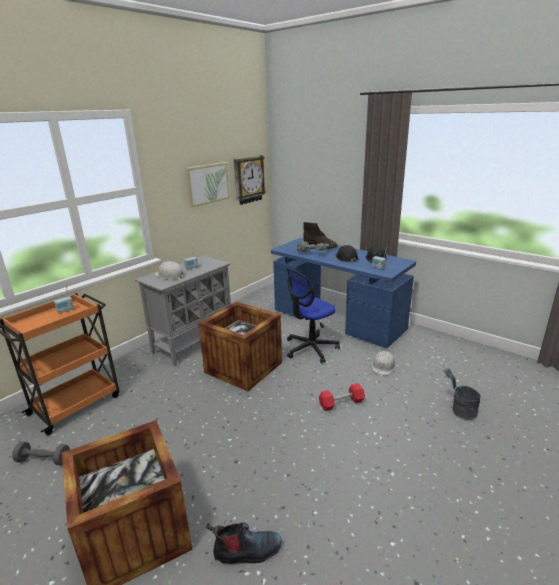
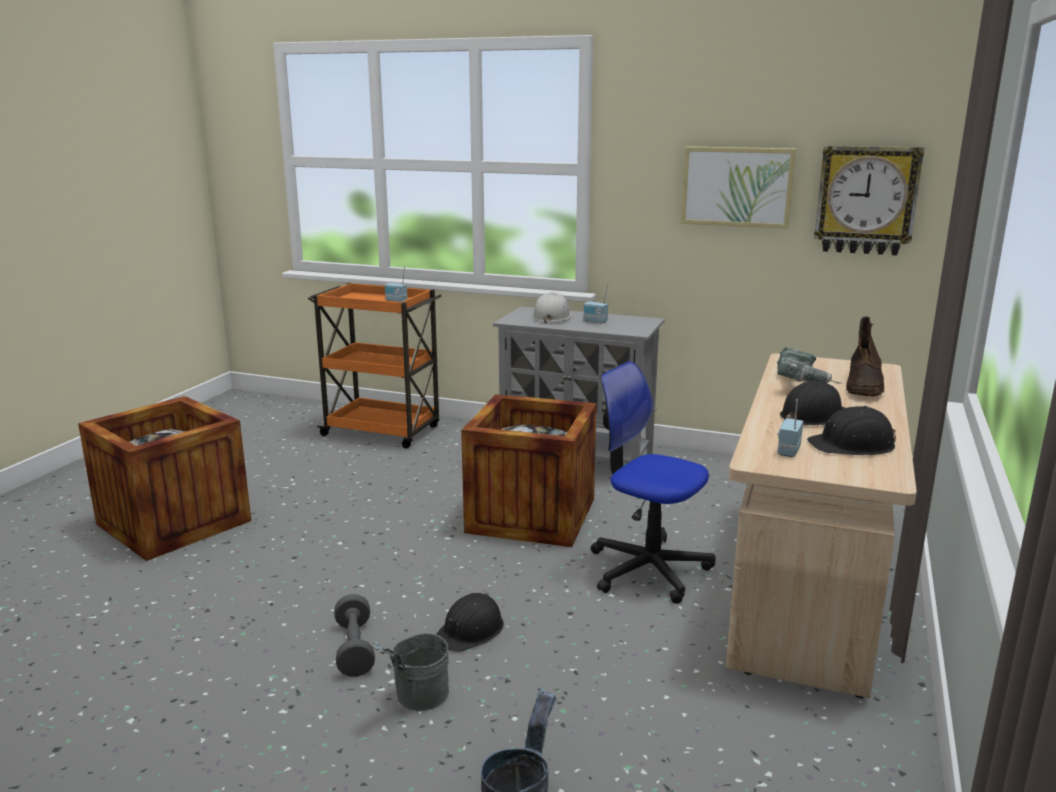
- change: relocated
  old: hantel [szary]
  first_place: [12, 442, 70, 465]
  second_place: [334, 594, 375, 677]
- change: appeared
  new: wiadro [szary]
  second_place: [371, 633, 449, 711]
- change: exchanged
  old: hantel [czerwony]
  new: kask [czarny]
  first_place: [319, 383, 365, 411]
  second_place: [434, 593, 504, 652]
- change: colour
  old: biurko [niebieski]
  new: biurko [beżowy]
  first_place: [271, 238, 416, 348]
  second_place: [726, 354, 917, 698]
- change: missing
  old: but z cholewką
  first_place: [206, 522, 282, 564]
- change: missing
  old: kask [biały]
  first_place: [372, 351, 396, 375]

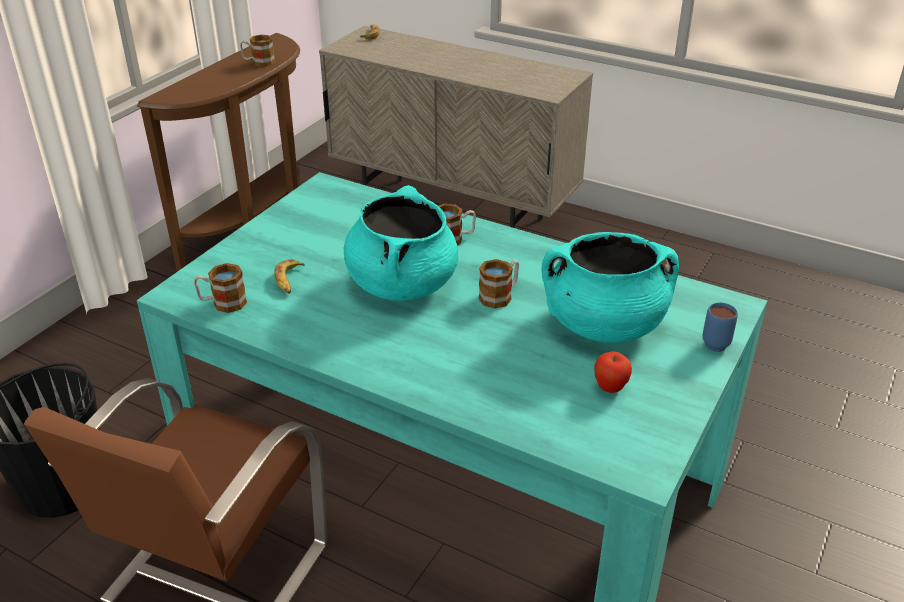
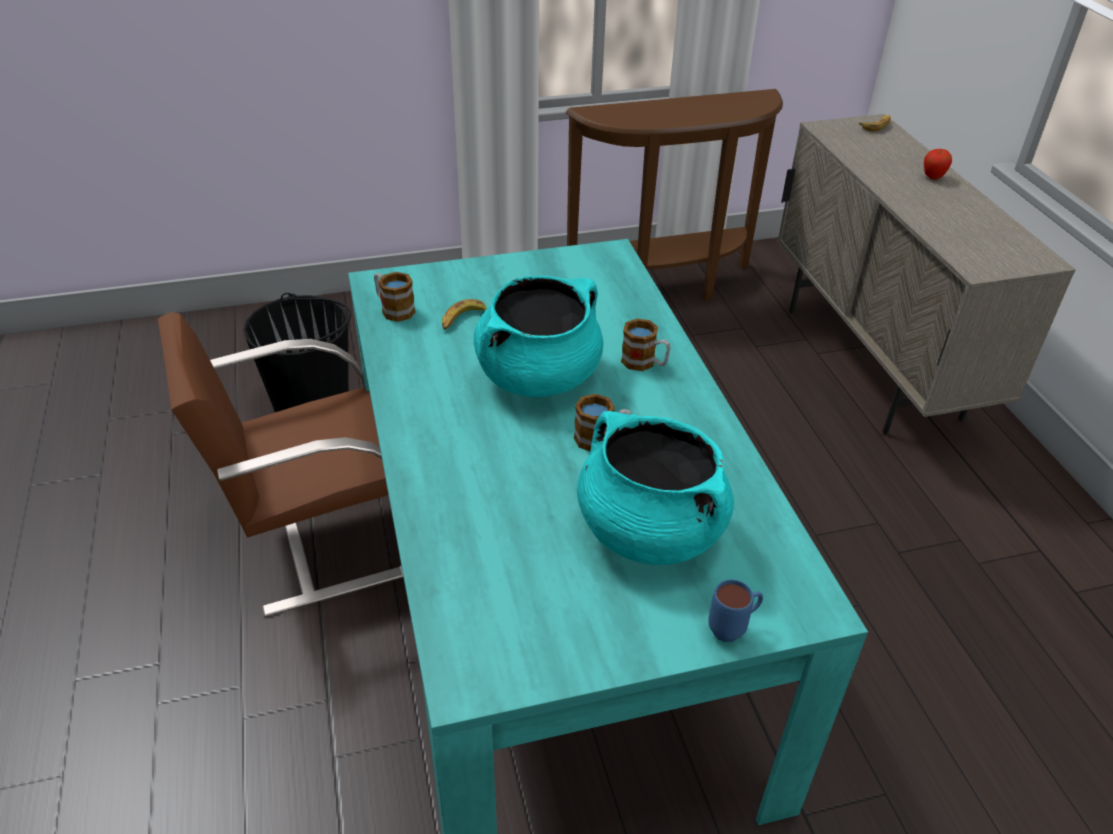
- change: relocated
  old: jabłko
  first_place: [594, 351, 632, 393]
  second_place: [924, 149, 952, 180]
- change: missing
  old: kubek
  first_place: [240, 35, 275, 67]

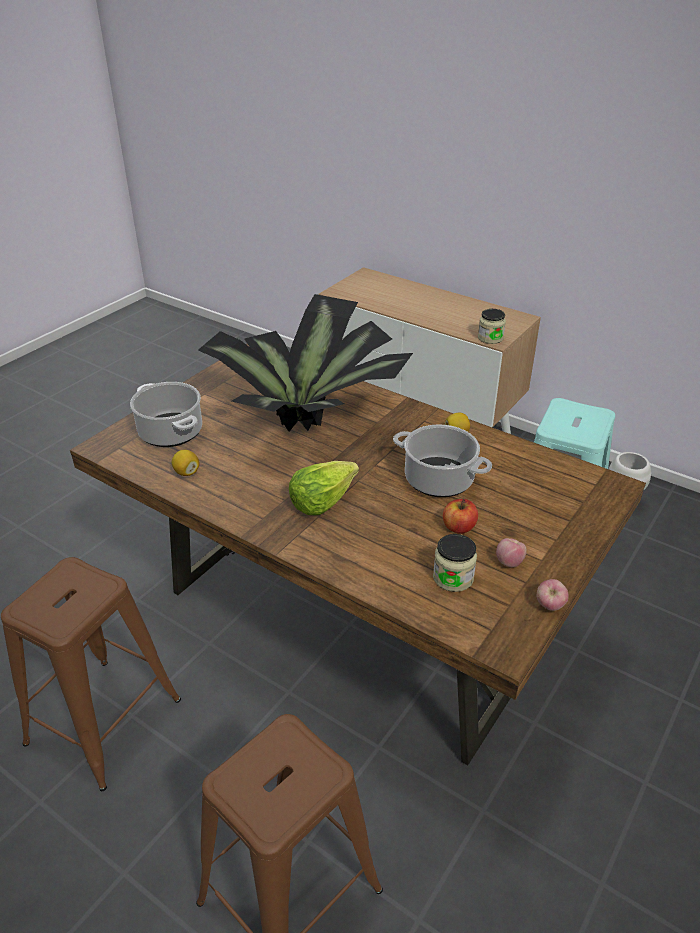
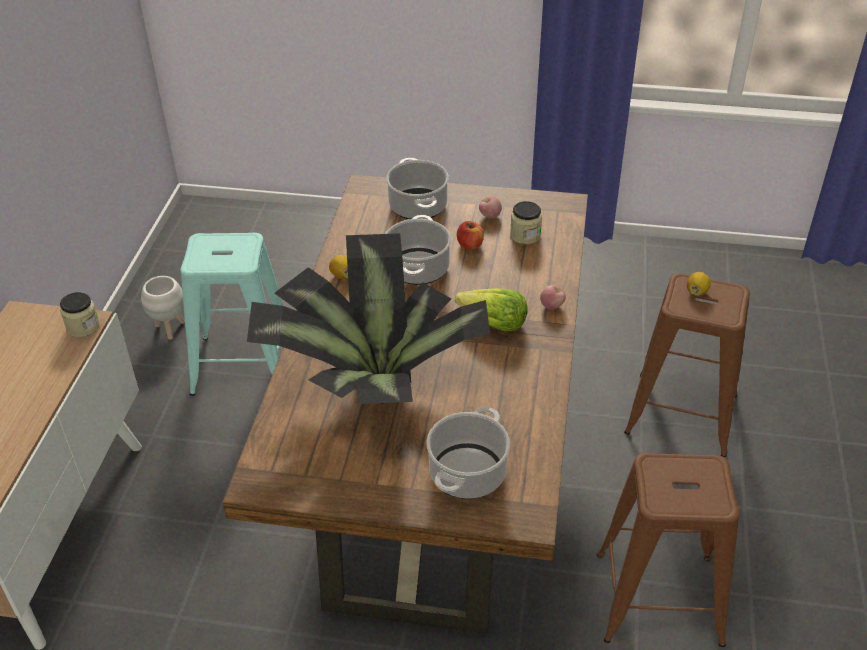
- change: appeared
  new: garnek
  second_place: [386, 158, 449, 219]
- change: relocated
  old: jabłko
  first_place: [537, 579, 569, 611]
  second_place: [540, 285, 566, 309]
- change: relocated
  old: cytryna
  first_place: [172, 450, 199, 476]
  second_place: [687, 272, 711, 296]

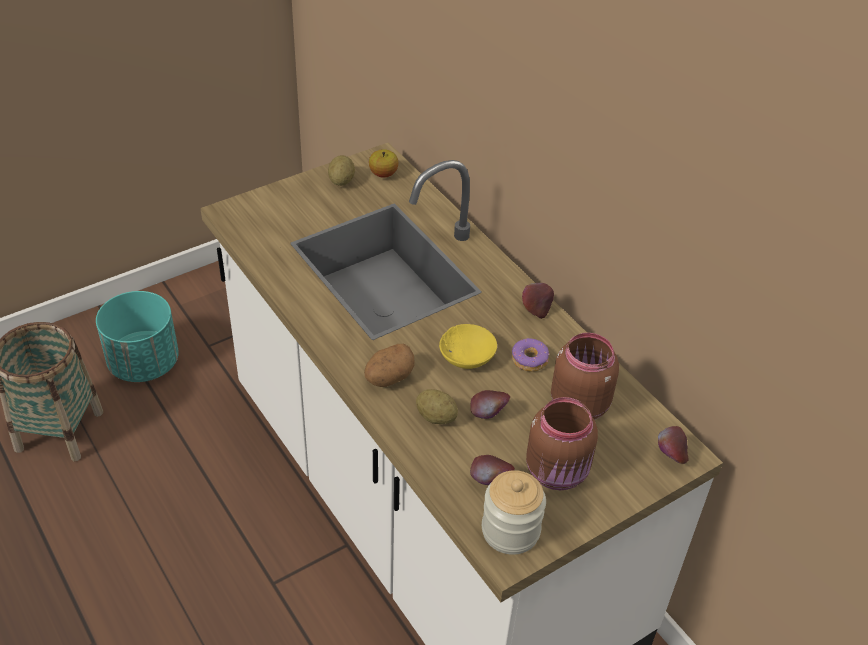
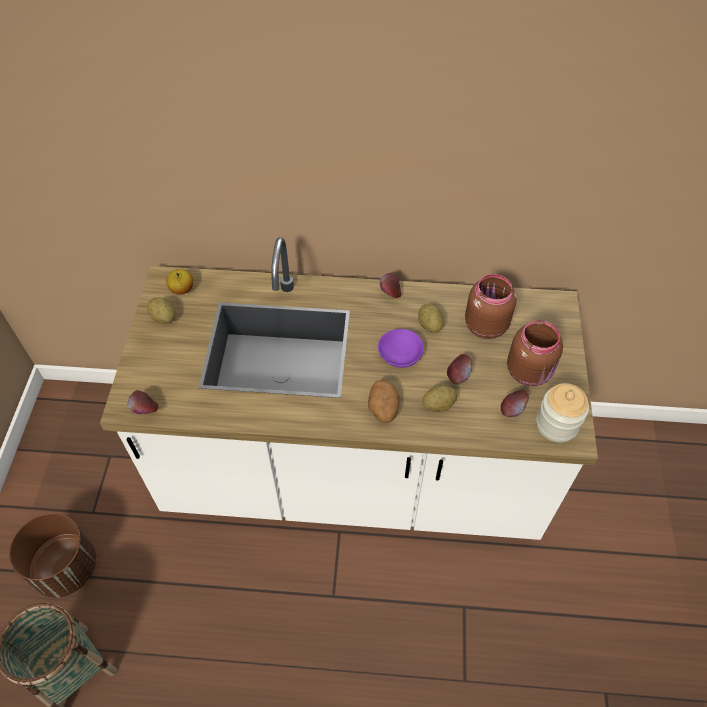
- change: colour
  old: donica [turkusowy]
  new: donica [brązowy]
  first_place: [96, 291, 179, 382]
  second_place: [9, 513, 96, 597]
- change: relocated
  old: jabłko
  first_place: [658, 426, 688, 464]
  second_place: [127, 390, 158, 414]
- change: colour
  old: miska [żółty]
  new: miska [fioletowy]
  first_place: [439, 324, 497, 369]
  second_place: [378, 329, 424, 368]
- change: exchanged
  old: donut
  new: ziemniak
  first_place: [512, 338, 550, 372]
  second_place: [418, 304, 444, 333]

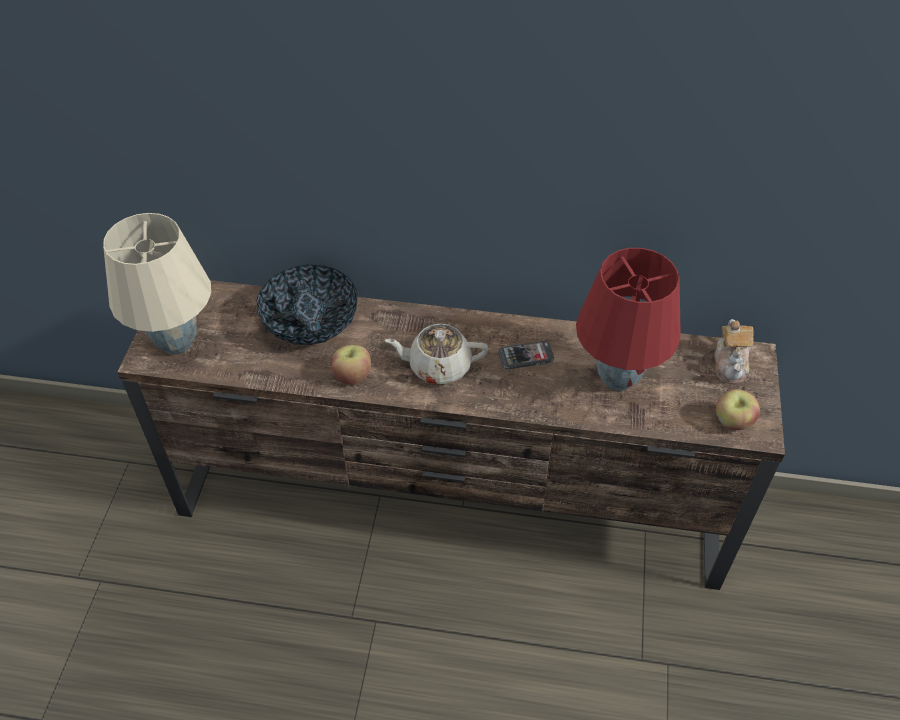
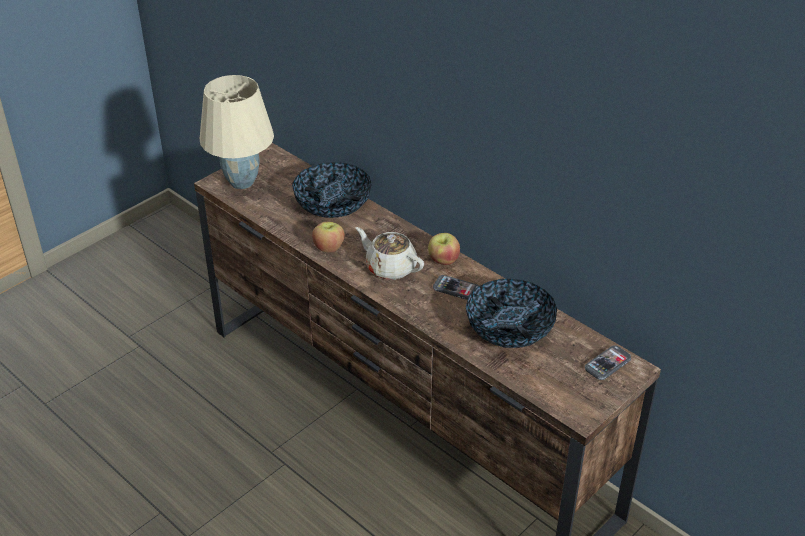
- change: relocated
  old: jabłko
  first_place: [716, 389, 760, 430]
  second_place: [428, 233, 460, 265]
- change: exchanged
  old: lampa stołowa [czerwony]
  new: miska
  first_place: [576, 248, 681, 391]
  second_place: [466, 279, 557, 348]
- change: exchanged
  old: imbryk
  new: telefon
  first_place: [715, 319, 754, 384]
  second_place: [585, 345, 631, 380]

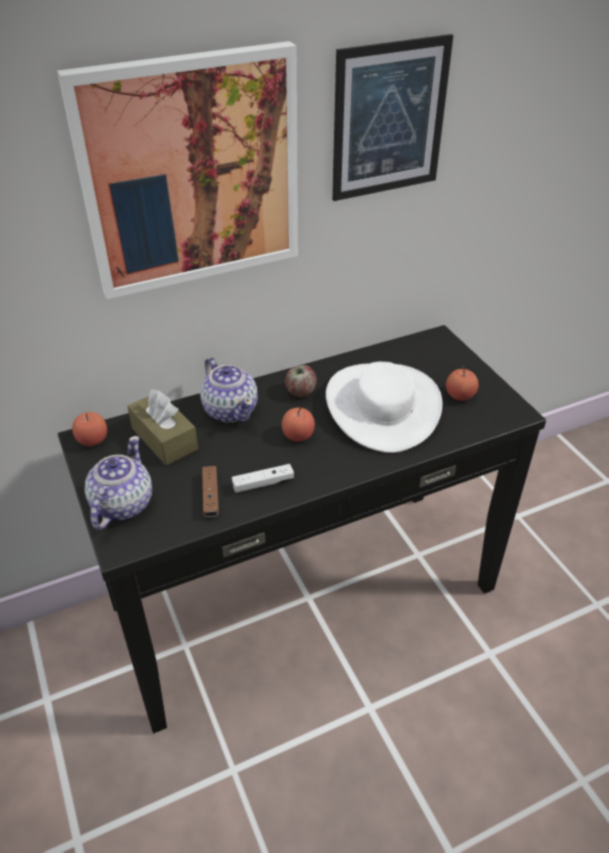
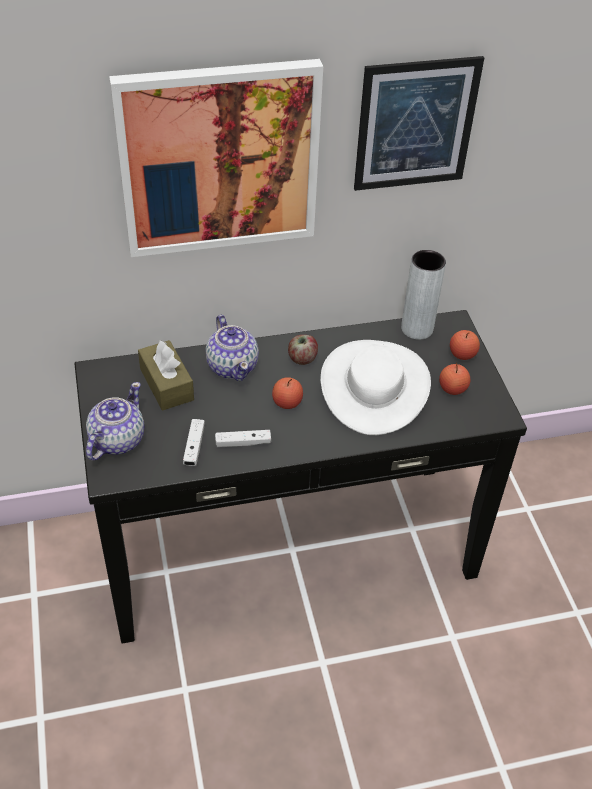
- change: colour
  old: pad do gier [brązowy]
  new: pad do gier [biały]
  first_place: [202, 466, 219, 517]
  second_place: [183, 419, 205, 466]
- change: appeared
  new: wazon [szary]
  second_place: [401, 250, 446, 340]
- change: relocated
  old: jabłko
  first_place: [72, 412, 107, 446]
  second_place: [450, 330, 480, 360]

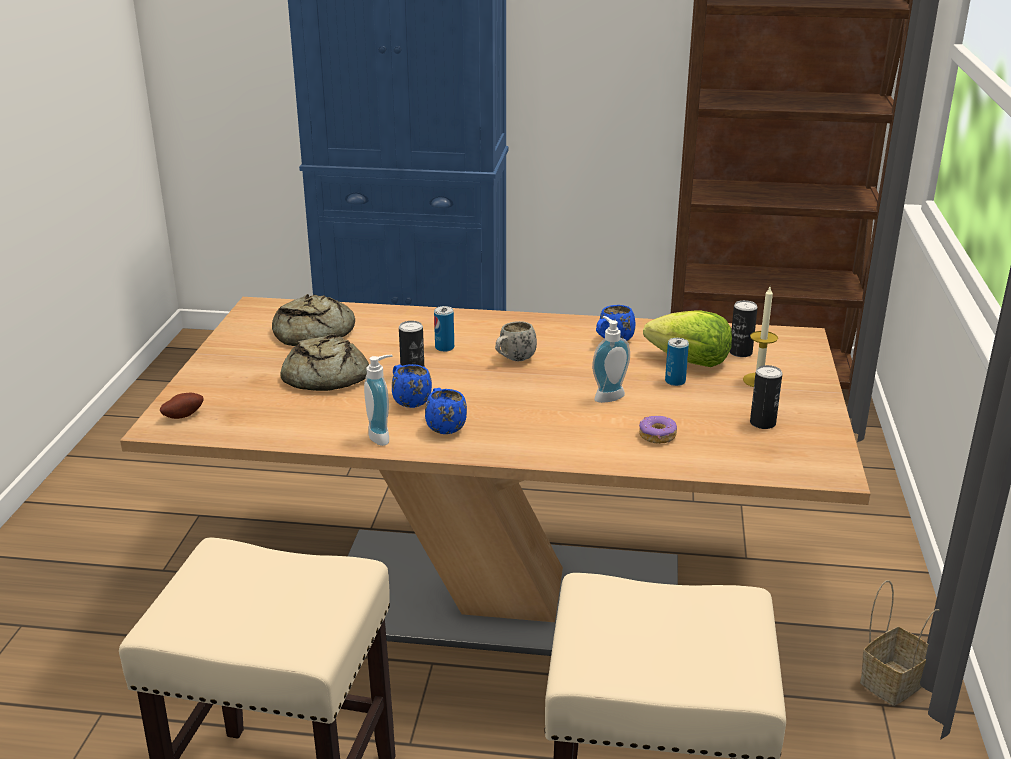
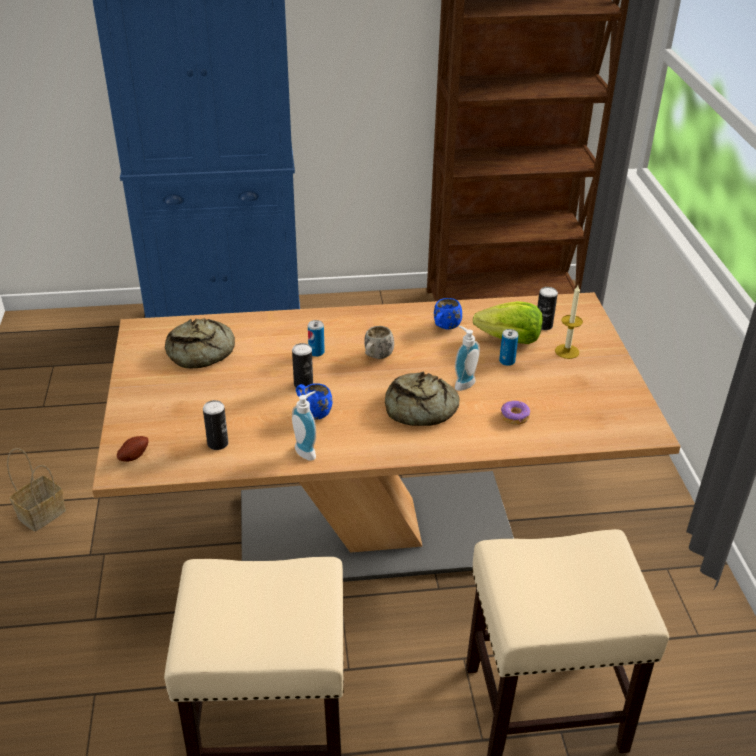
- change: relocated
  old: koszyk
  first_place: [860, 580, 939, 706]
  second_place: [7, 448, 66, 531]
- change: relocated
  old: puszka
  first_place: [750, 365, 782, 429]
  second_place: [203, 400, 228, 450]
- change: relocated
  old: chleb
  first_place: [280, 334, 369, 391]
  second_place: [385, 371, 459, 426]
- change: missing
  old: kubek [niebieski]
  first_place: [425, 388, 467, 434]

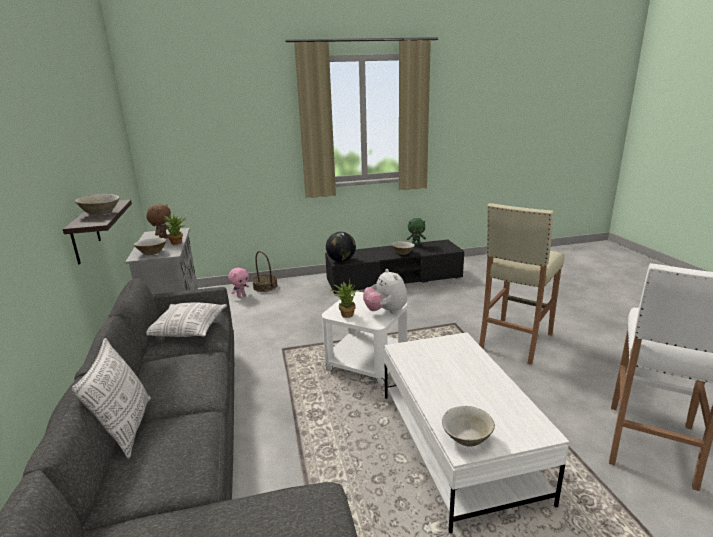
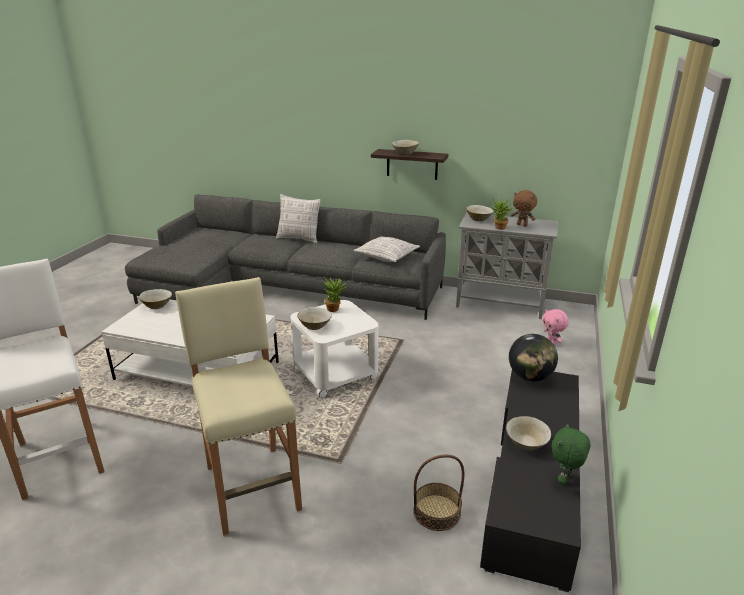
- change: exchanged
  old: pluszak
  new: miska [beżowy]
  first_place: [363, 269, 407, 314]
  second_place: [297, 307, 332, 330]
- change: relocated
  old: koszyk
  first_place: [252, 251, 278, 292]
  second_place: [413, 455, 464, 531]

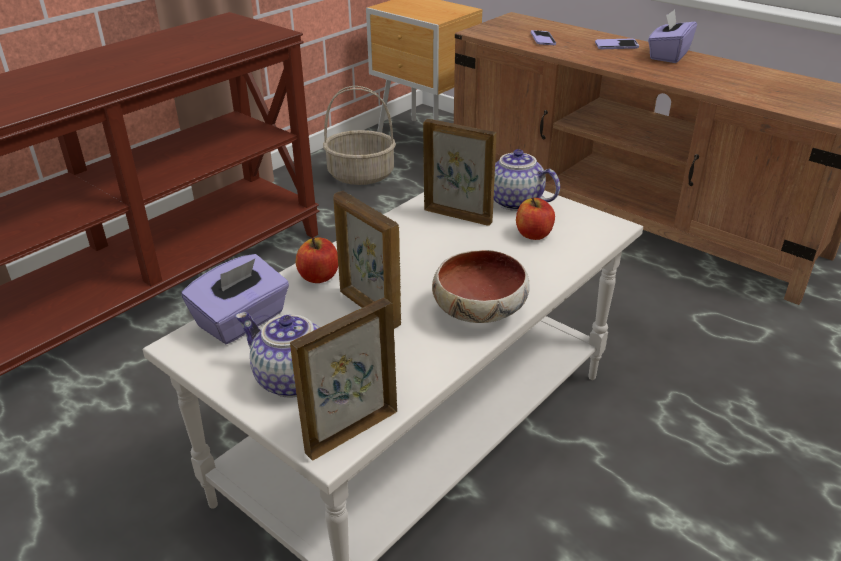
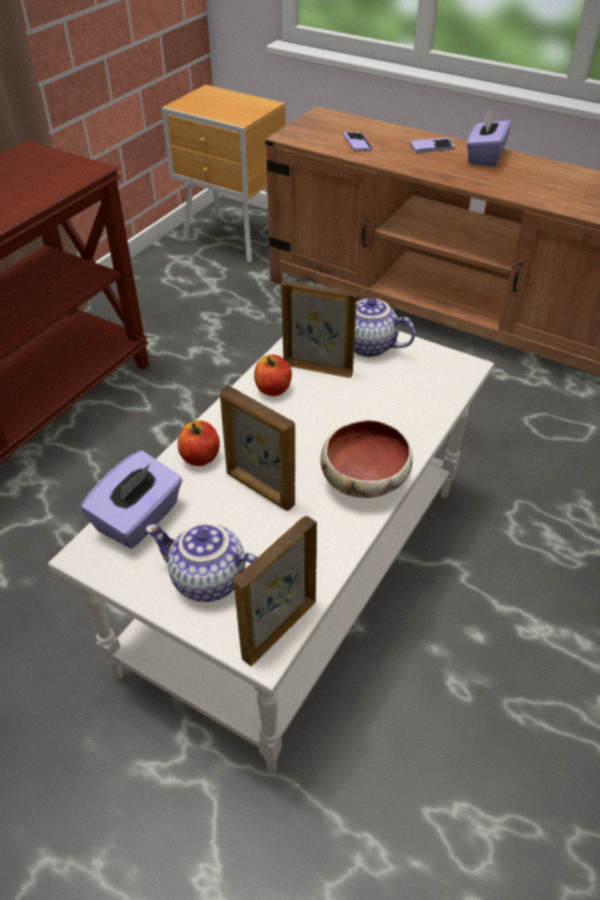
- change: relocated
  old: jabłko
  first_place: [516, 198, 555, 240]
  second_place: [254, 354, 292, 396]
- change: missing
  old: koszyk
  first_place: [323, 86, 396, 185]

